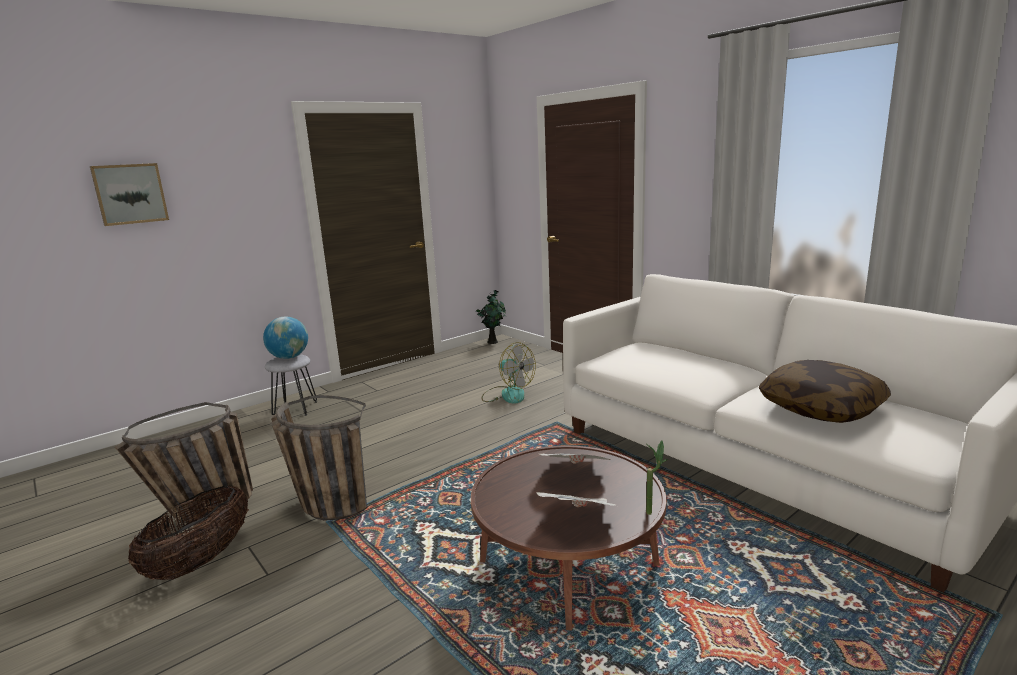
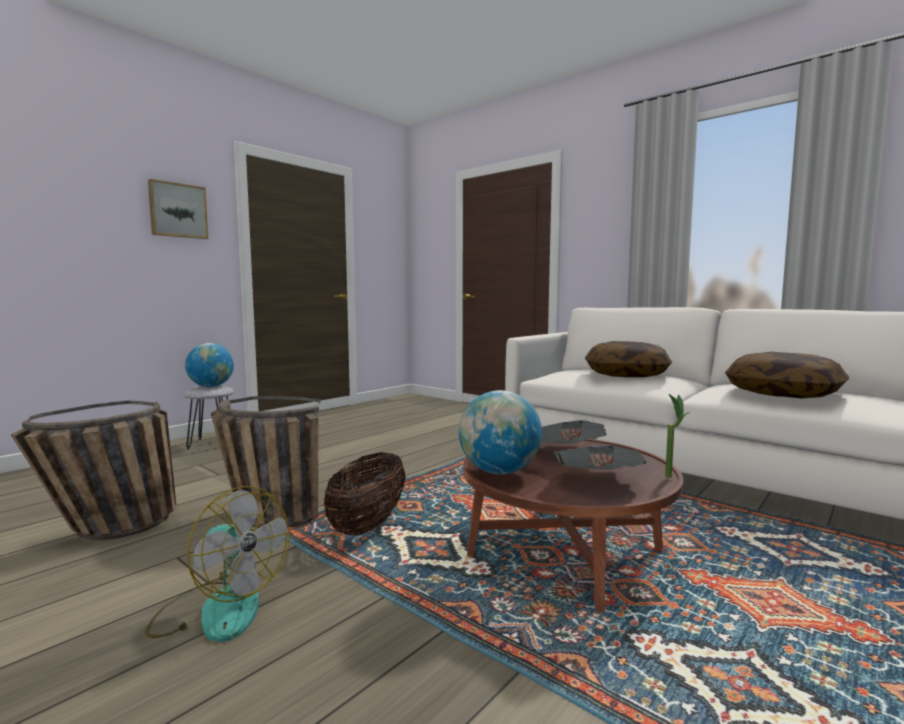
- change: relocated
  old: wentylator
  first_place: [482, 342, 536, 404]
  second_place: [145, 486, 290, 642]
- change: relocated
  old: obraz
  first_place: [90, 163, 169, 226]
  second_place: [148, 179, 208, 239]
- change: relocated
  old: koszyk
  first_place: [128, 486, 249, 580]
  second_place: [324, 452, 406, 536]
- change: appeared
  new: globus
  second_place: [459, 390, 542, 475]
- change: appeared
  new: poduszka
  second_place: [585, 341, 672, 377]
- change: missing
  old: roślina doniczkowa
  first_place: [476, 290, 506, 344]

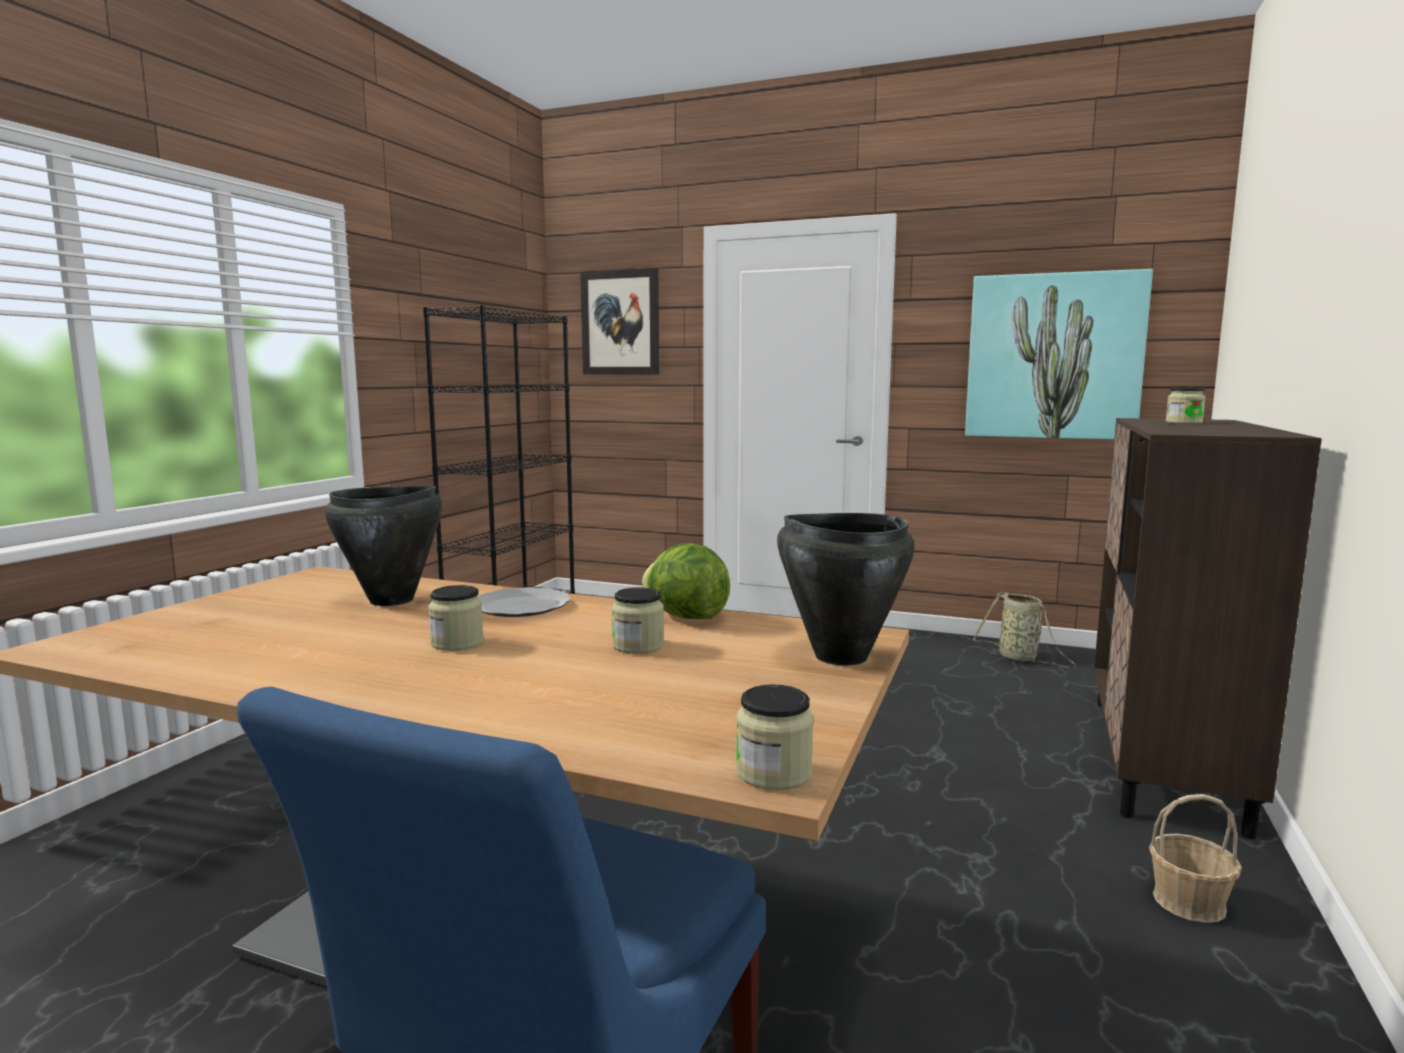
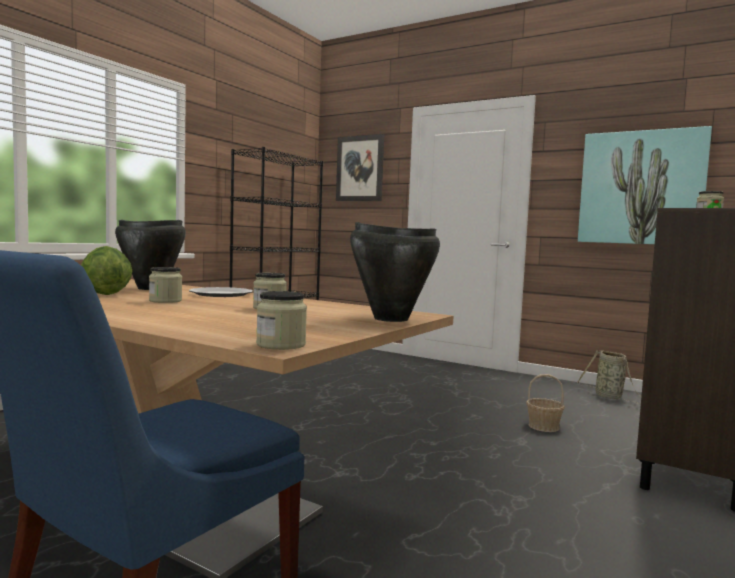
- change: relocated
  old: sałata
  first_place: [642, 543, 730, 619]
  second_place: [81, 246, 133, 295]
- change: relocated
  old: koszyk
  first_place: [1149, 794, 1242, 923]
  second_place: [526, 374, 565, 432]

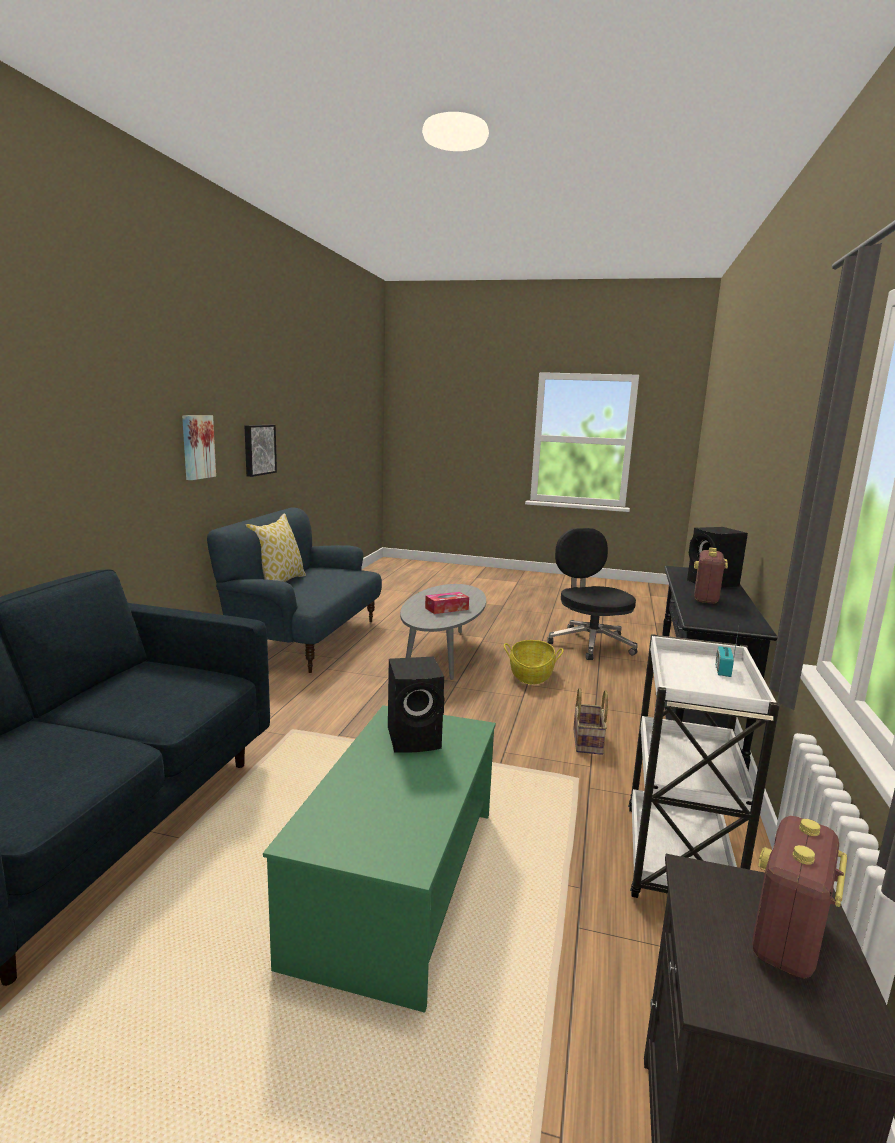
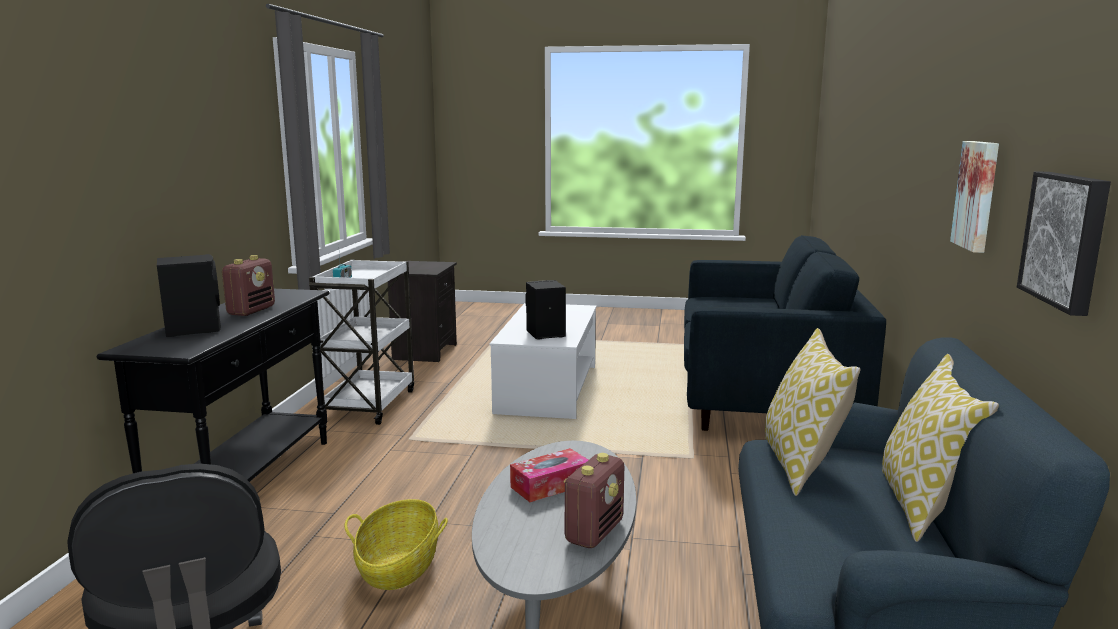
- change: colour
  old: ława [zielony]
  new: ława [biały]
  first_place: [263, 705, 496, 1013]
  second_place: [489, 303, 597, 419]
- change: relocated
  old: radio
  first_place: [752, 816, 847, 979]
  second_place: [564, 453, 624, 548]
- change: appeared
  new: poduszka
  second_place: [765, 328, 860, 496]
- change: missing
  old: koszyk
  first_place: [573, 688, 608, 755]

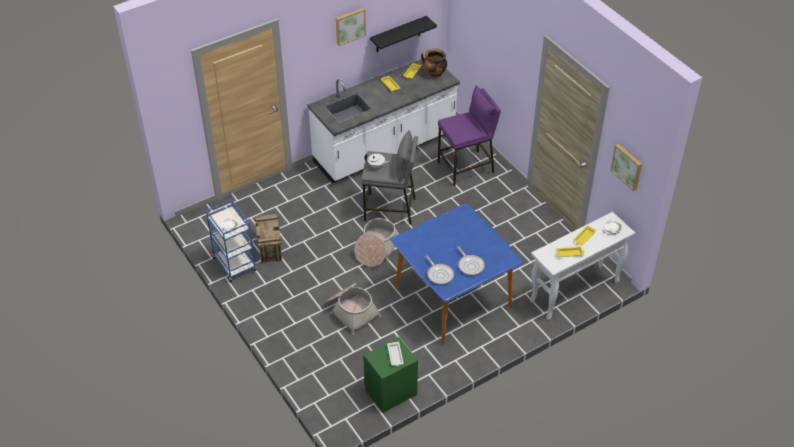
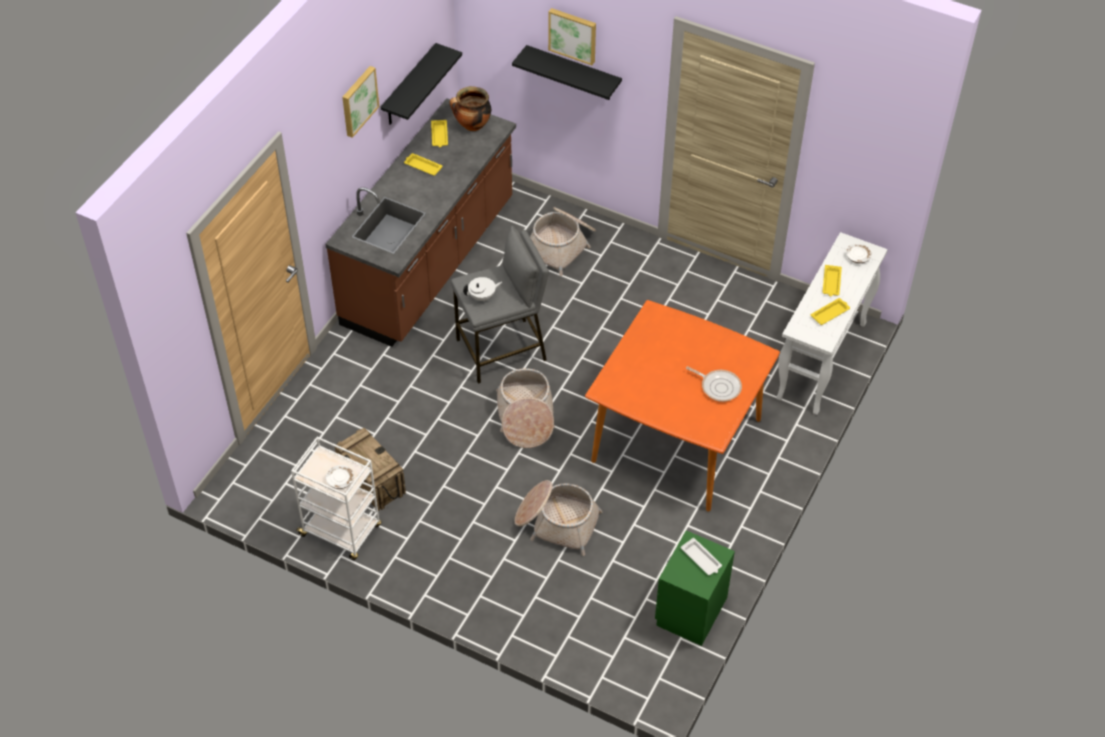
- change: colour
  old: wózek [niebieski]
  new: wózek [biały]
  first_place: [206, 199, 257, 282]
  second_place: [291, 437, 381, 560]
- change: colour
  old: zabudowa kuchenna [biały]
  new: zabudowa kuchenna [brązowy]
  first_place: [308, 57, 460, 183]
  second_place: [325, 98, 516, 347]
- change: appeared
  new: półka [czarny]
  second_place: [512, 45, 622, 100]
- change: exchanged
  old: stołek [fioletowy]
  new: koszyk
  first_place: [438, 85, 501, 186]
  second_place: [530, 207, 596, 276]
- change: relocated
  old: obraz
  first_place: [610, 144, 642, 191]
  second_place: [548, 8, 596, 65]
- change: colour
  old: stół jadalny [niebieski]
  new: stół jadalny [pomarańczowy]
  first_place: [390, 203, 523, 344]
  second_place: [585, 300, 780, 511]
- change: missing
  old: patelnia
  first_place: [426, 256, 454, 285]

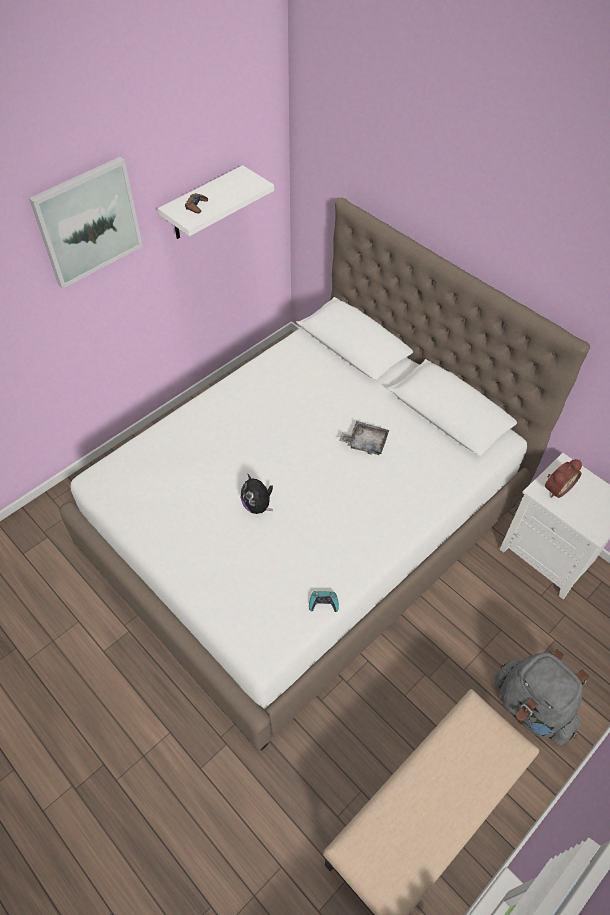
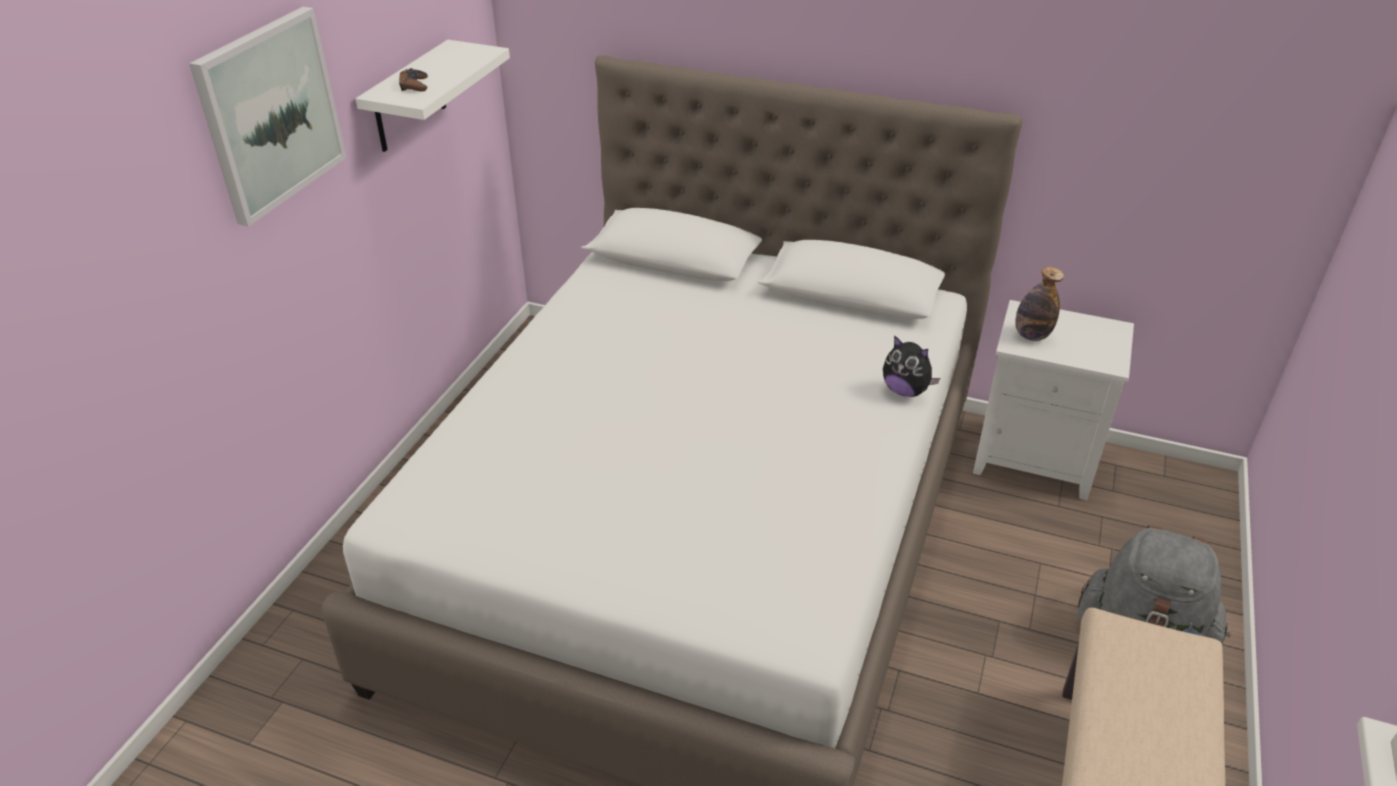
- change: relocated
  old: pluszak
  first_place: [241, 473, 273, 514]
  second_place: [883, 335, 940, 397]
- change: exchanged
  old: budzik
  new: butelka
  first_place: [545, 459, 582, 498]
  second_place: [1015, 267, 1064, 341]
- change: missing
  old: pad do gier [turkusowy]
  first_place: [309, 591, 339, 612]
- change: missing
  old: taca [szary]
  first_place: [339, 421, 389, 455]

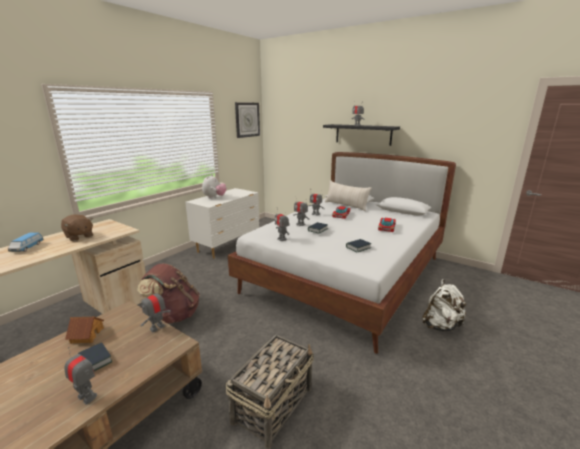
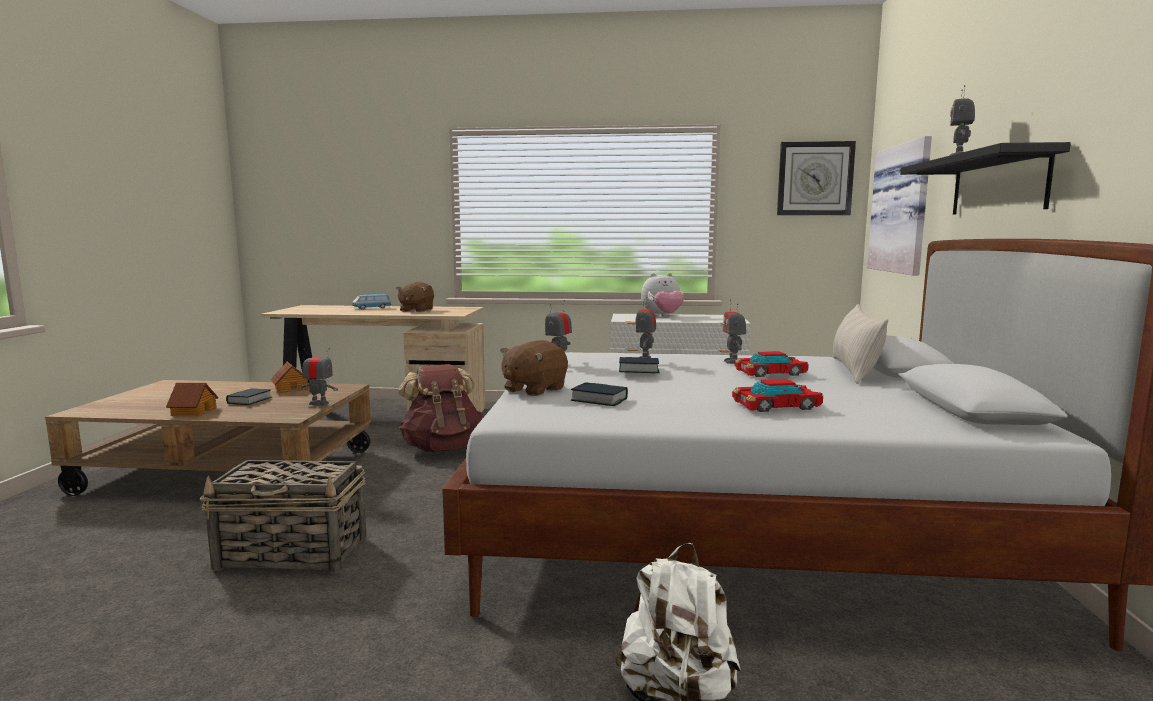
- change: exchanged
  old: robot zabawkowy
  new: domek
  first_place: [64, 347, 97, 405]
  second_place: [166, 383, 218, 416]
- change: appeared
  new: pluszak [brązowy]
  second_place: [500, 340, 568, 396]
- change: appeared
  new: obraz
  second_place: [867, 136, 932, 275]

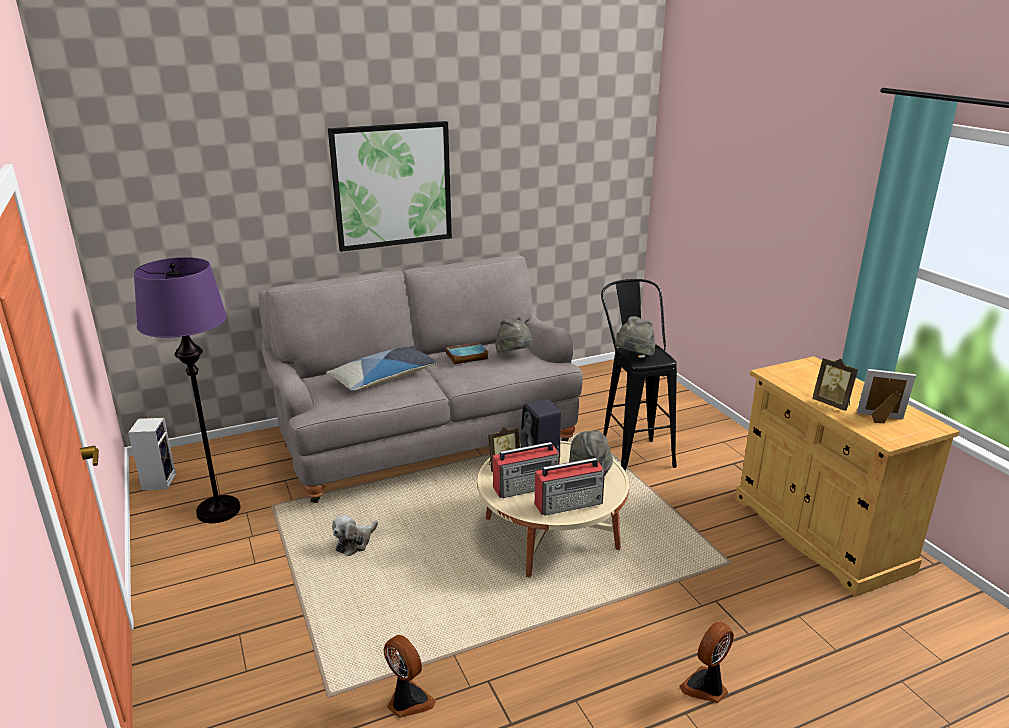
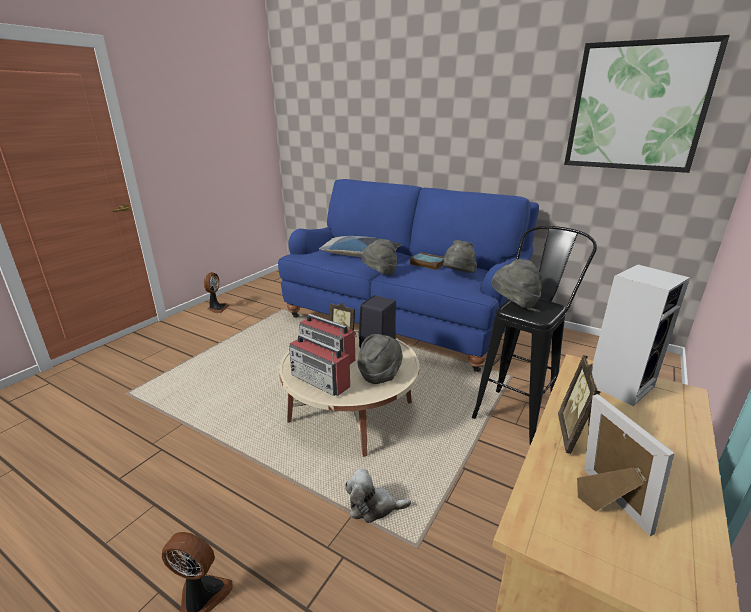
- change: relocated
  old: wentylator
  first_place: [384, 635, 436, 718]
  second_place: [204, 272, 229, 313]
- change: colour
  old: kanapa [szary]
  new: kanapa [niebieski]
  first_place: [259, 255, 583, 503]
  second_place: [278, 179, 539, 372]
- change: relocated
  old: pluszak
  first_place: [332, 516, 378, 556]
  second_place: [345, 469, 411, 523]
- change: appeared
  new: kapelusz [szary]
  second_place: [361, 239, 397, 275]
- change: relocated
  old: obraz
  first_place: [328, 121, 452, 252]
  second_place: [564, 35, 730, 173]
- change: relocated
  old: głośnik
  first_place: [128, 418, 176, 490]
  second_place: [592, 264, 690, 406]
- change: missing
  old: lampa stojąca [fioletowy]
  first_place: [134, 257, 241, 523]

